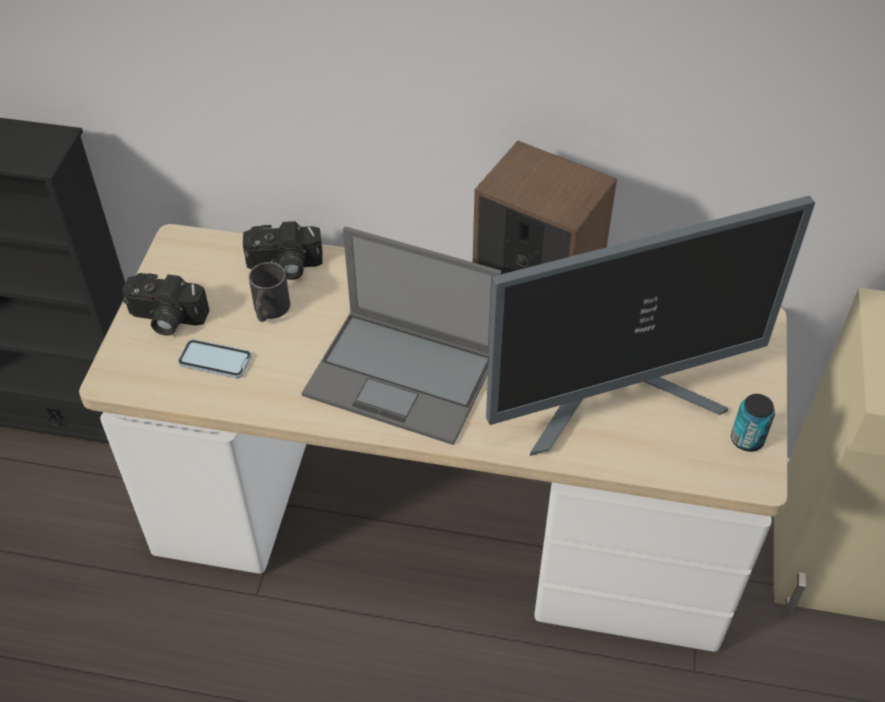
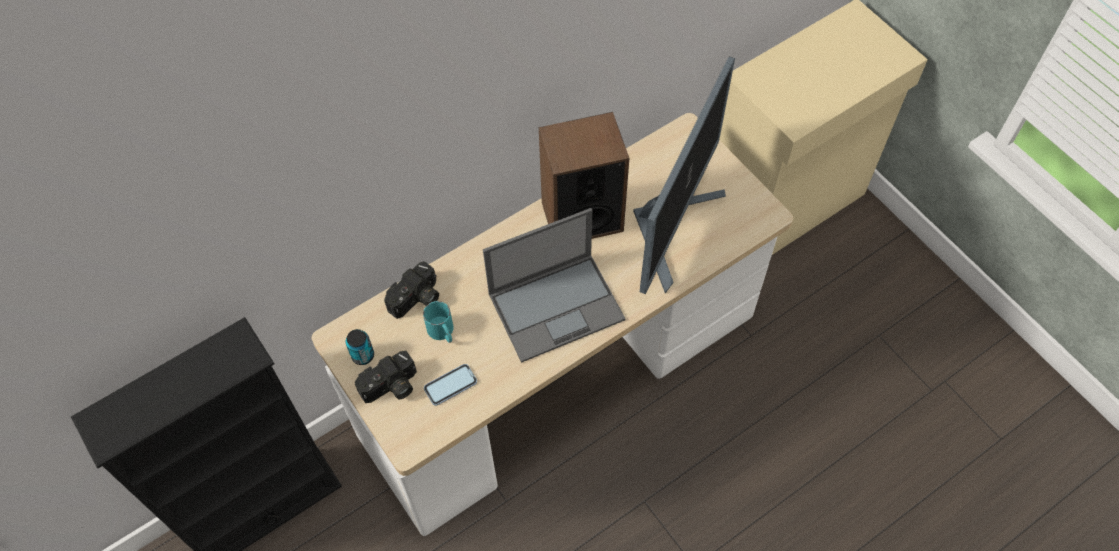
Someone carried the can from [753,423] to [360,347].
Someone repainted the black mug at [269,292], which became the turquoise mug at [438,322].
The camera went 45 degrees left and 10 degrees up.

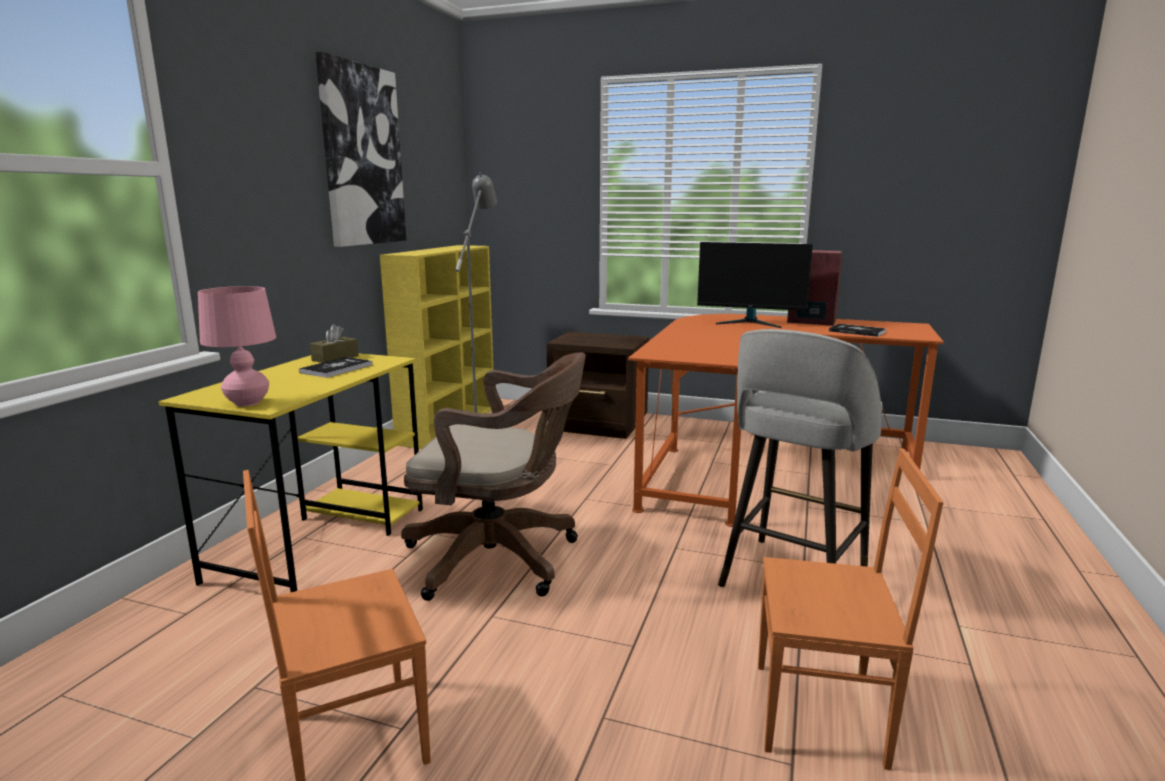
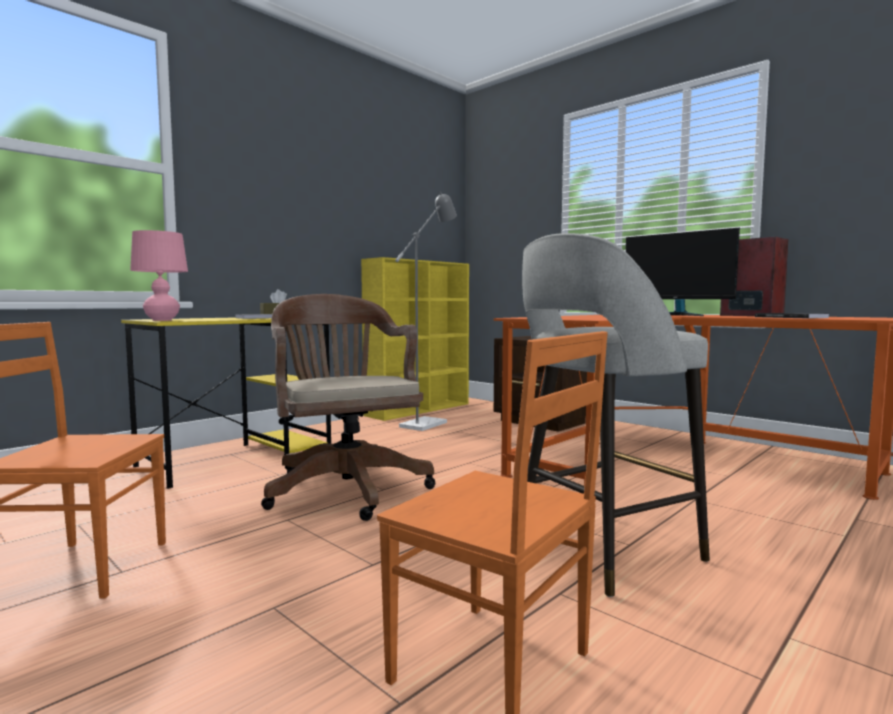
Someone took away the picture at [360,149].
Someone rotated the brown office chair at [493,476] by 150 degrees counterclockwise.
The camera went 25 degrees right and 10 degrees down.

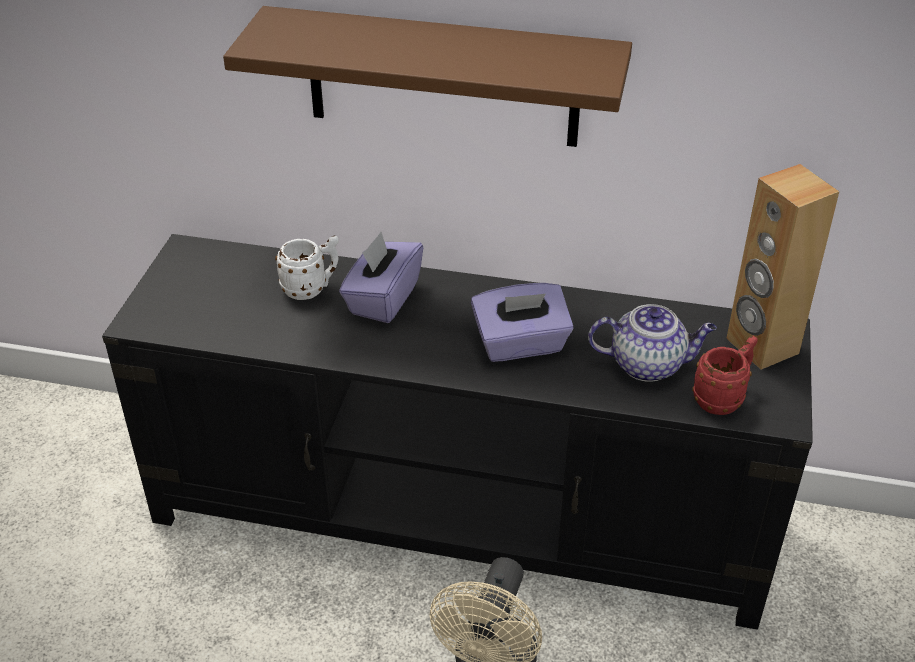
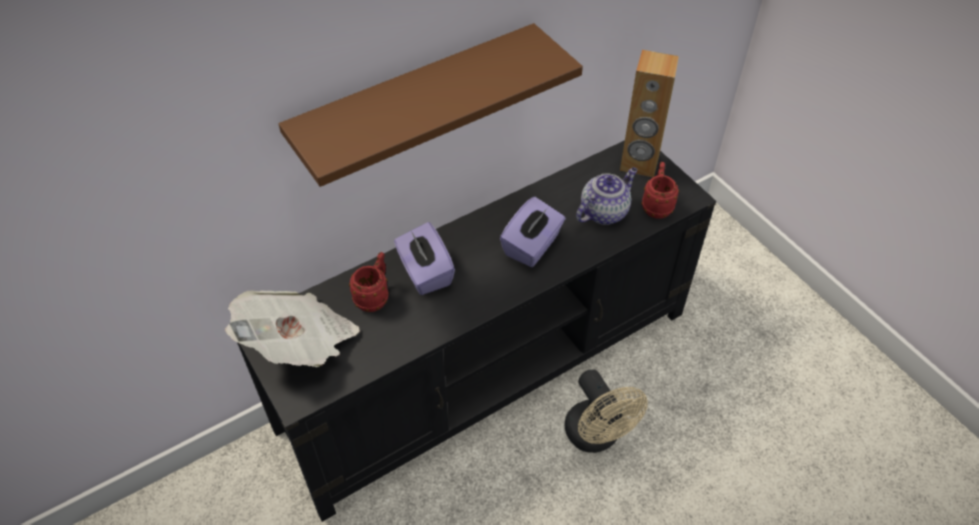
Someone put down the newspaper at [292,329].
Someone repainted the white mug at [307,268], which became the red mug at [369,282].
The camera went 45 degrees left and 10 degrees up.

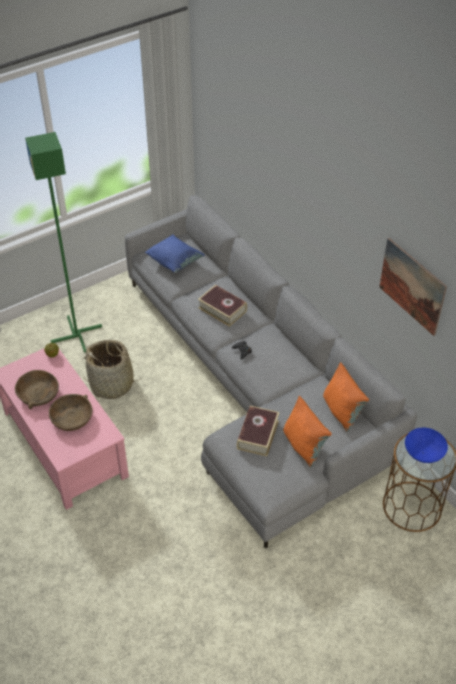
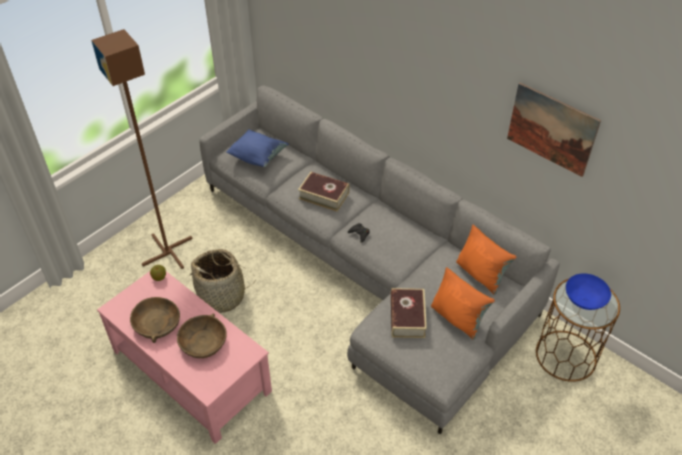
Someone repainted the green floor lamp at [63,242], which became the brown floor lamp at [141,149].
The camera went 15 degrees left and 0 degrees up.

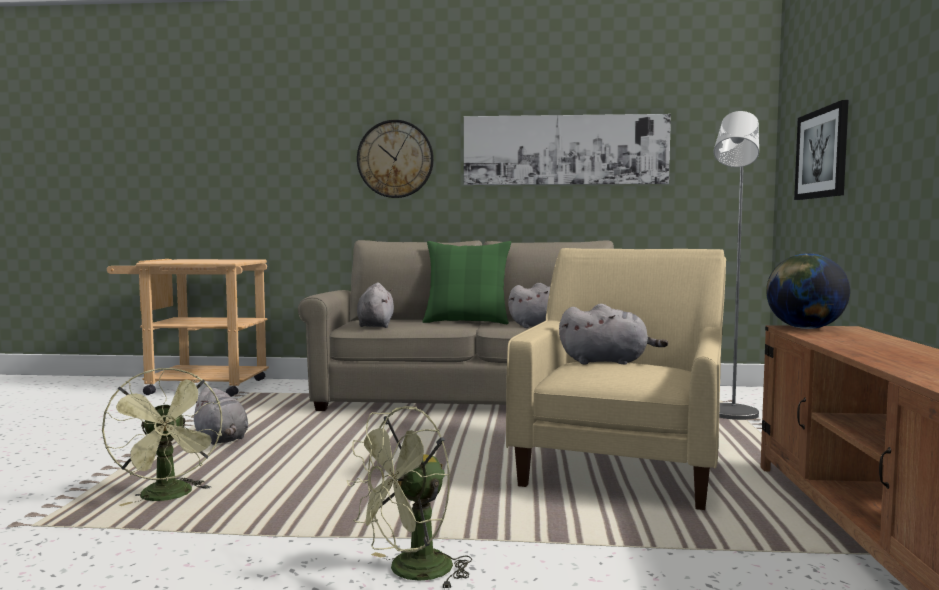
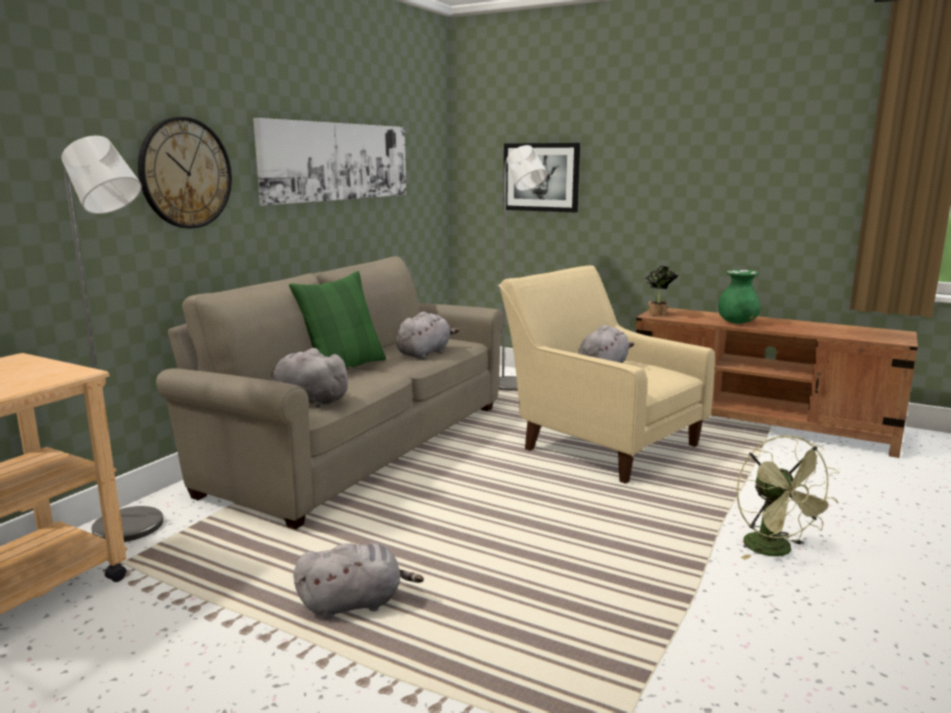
Someone took away the green fan at [162,436].
Someone put down the grey floor lamp at [112,339].
Someone put down the green vase at [739,297].
Someone swapped the globe at [808,291] for the potted plant at [662,291].
The camera went 65 degrees left and 10 degrees up.

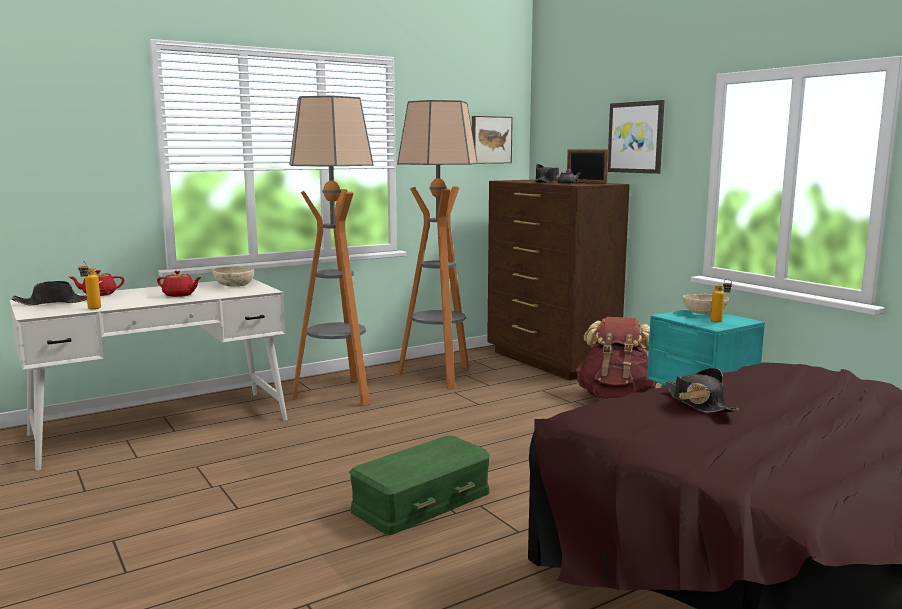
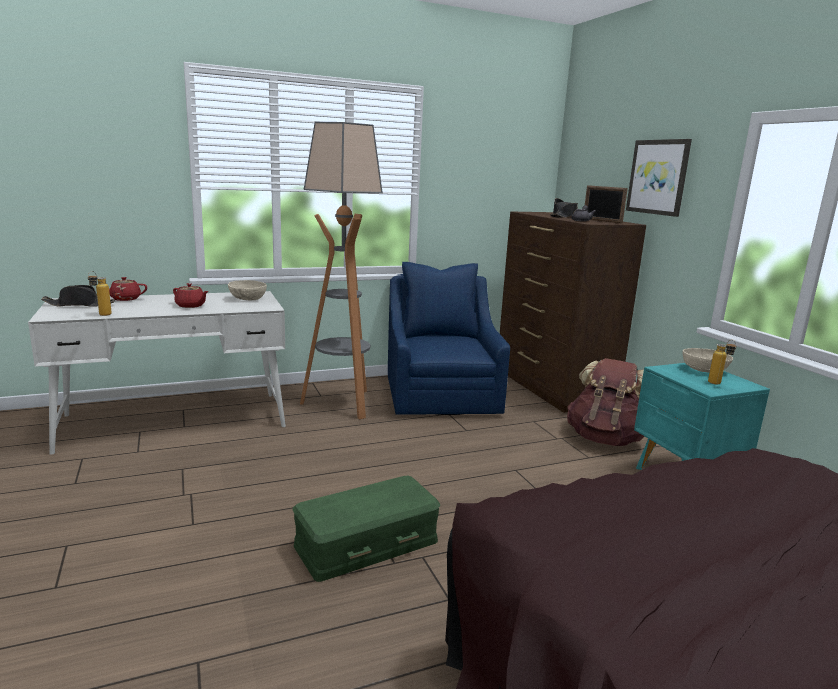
Someone took away the picture at [492,140].
Someone took away the black hat at [702,390].
Someone swapped the floor lamp at [437,244] for the blue armchair at [449,338].
The camera went 10 degrees right and 5 degrees up.

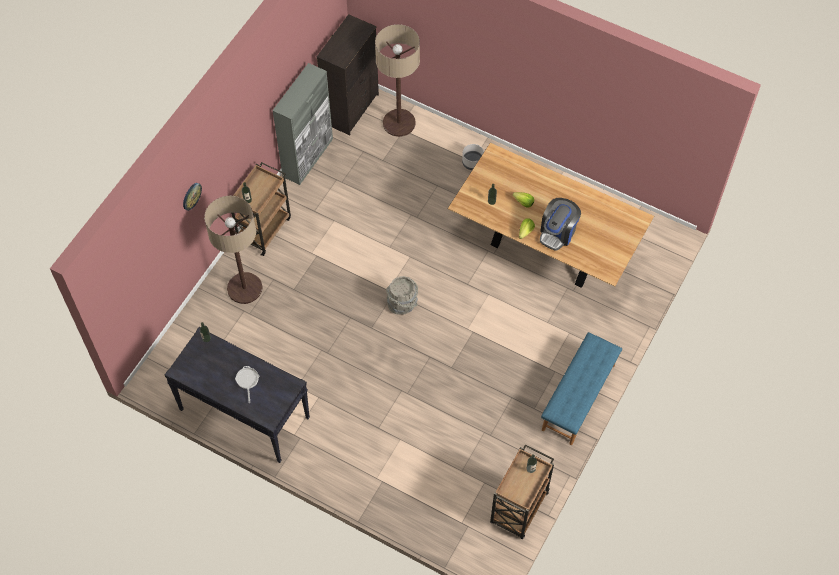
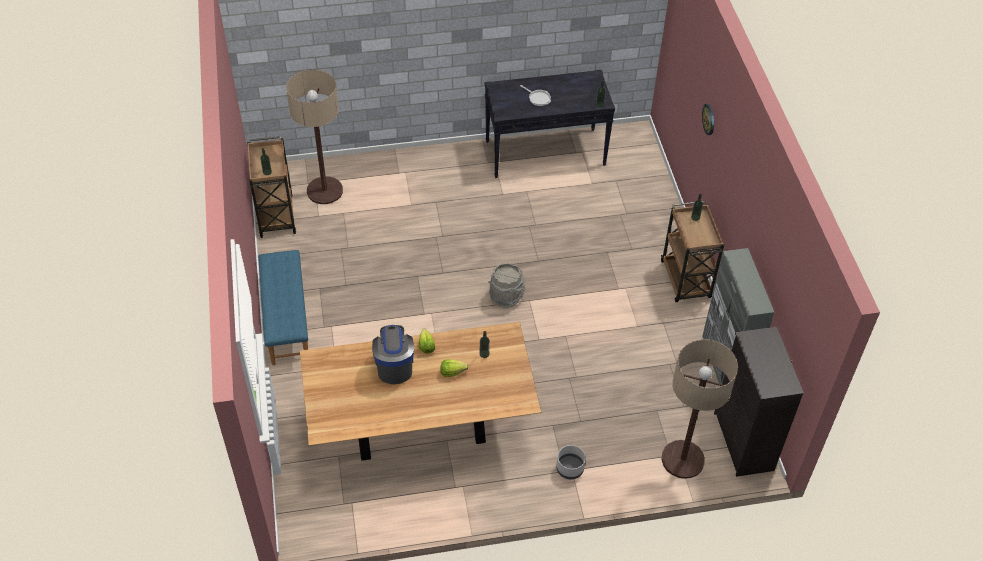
Someone carried the floor lamp from [233,250] to [314,136].
The camera went 140 degrees right and 10 degrees down.

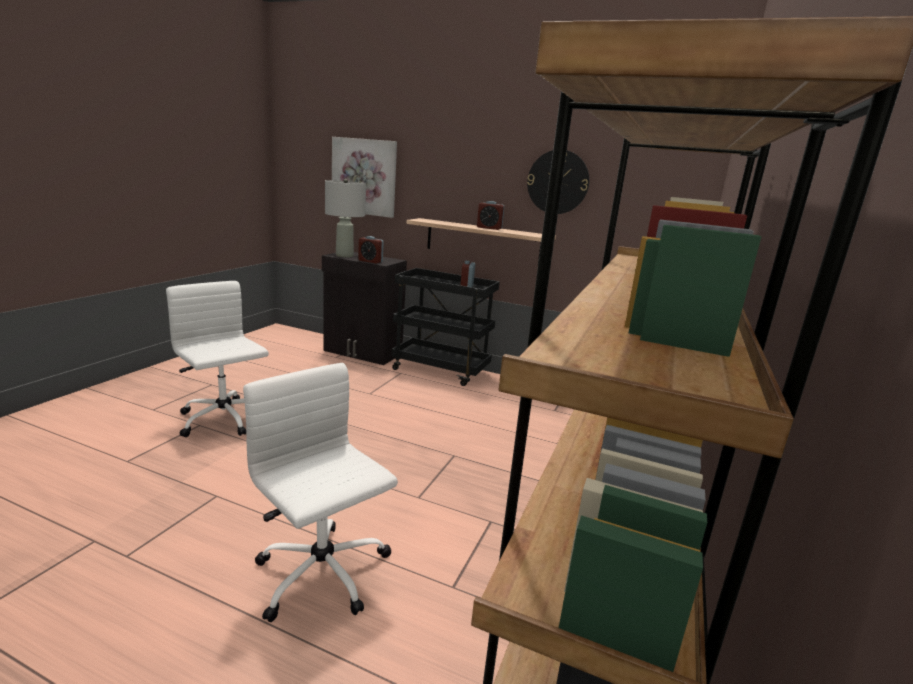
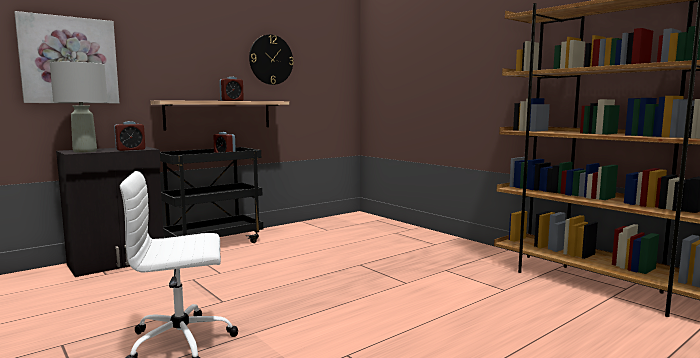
Someone took away the white office chair at [320,492].
The camera went 60 degrees left and 10 degrees down.

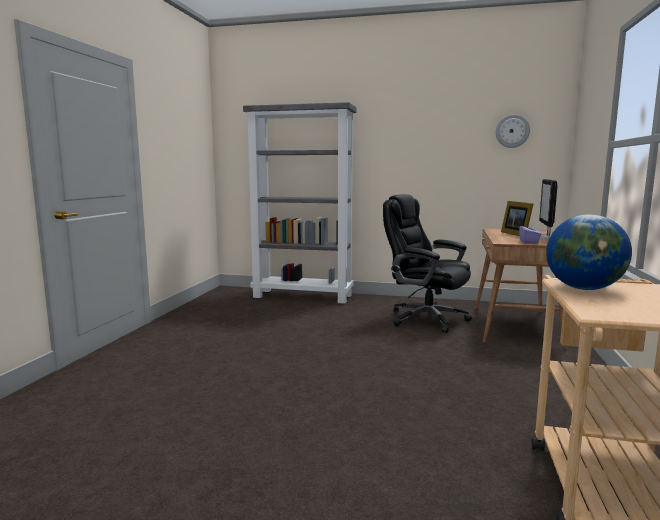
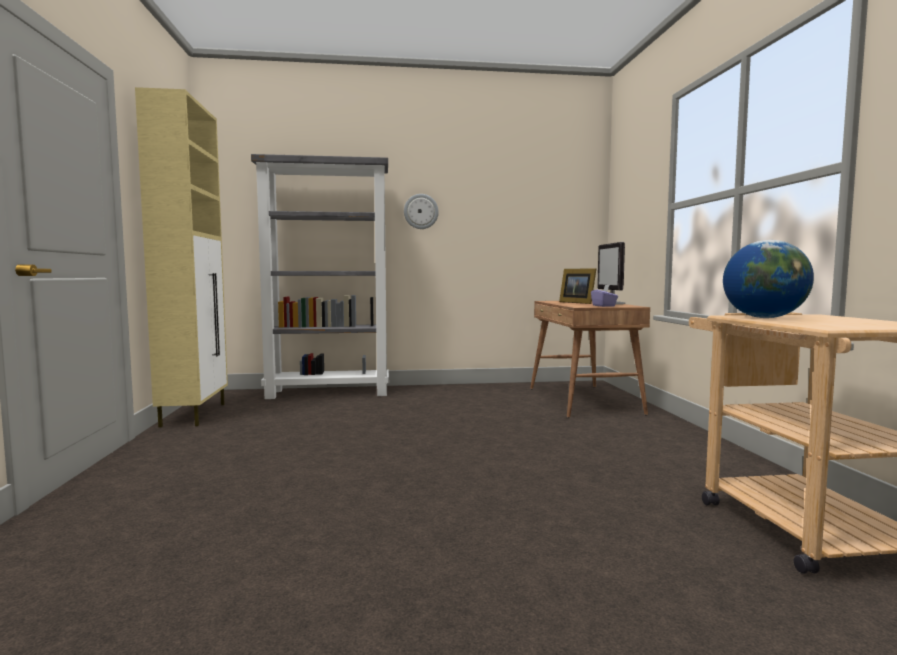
Someone took away the black office chair at [427,263].
Someone put down the beige cabinet at [181,257].
Someone carried the wall clock from [513,131] to [421,211].
The camera went 20 degrees left and 5 degrees down.

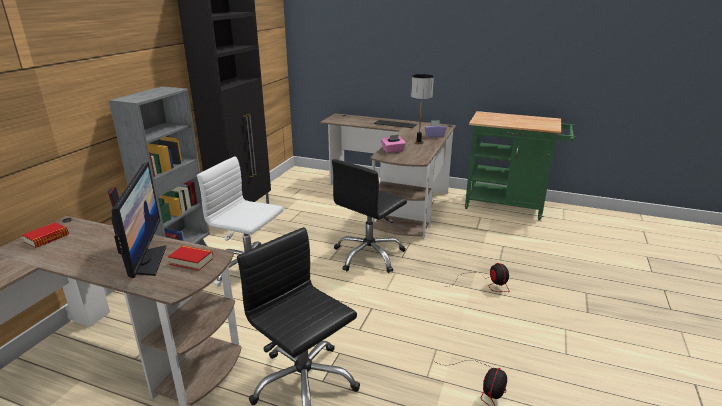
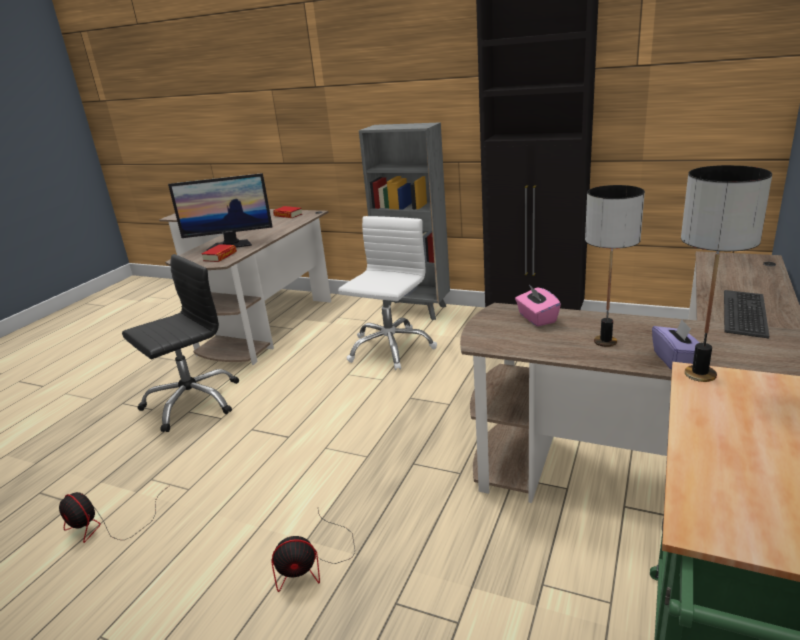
Someone took away the black office chair at [369,216].
Someone put down the table lamp at [726,273].
The camera went 95 degrees right and 0 degrees up.

